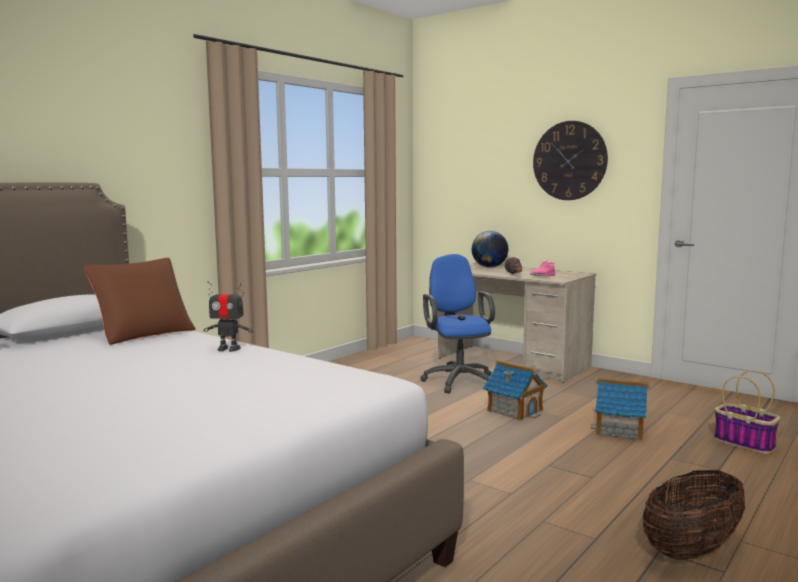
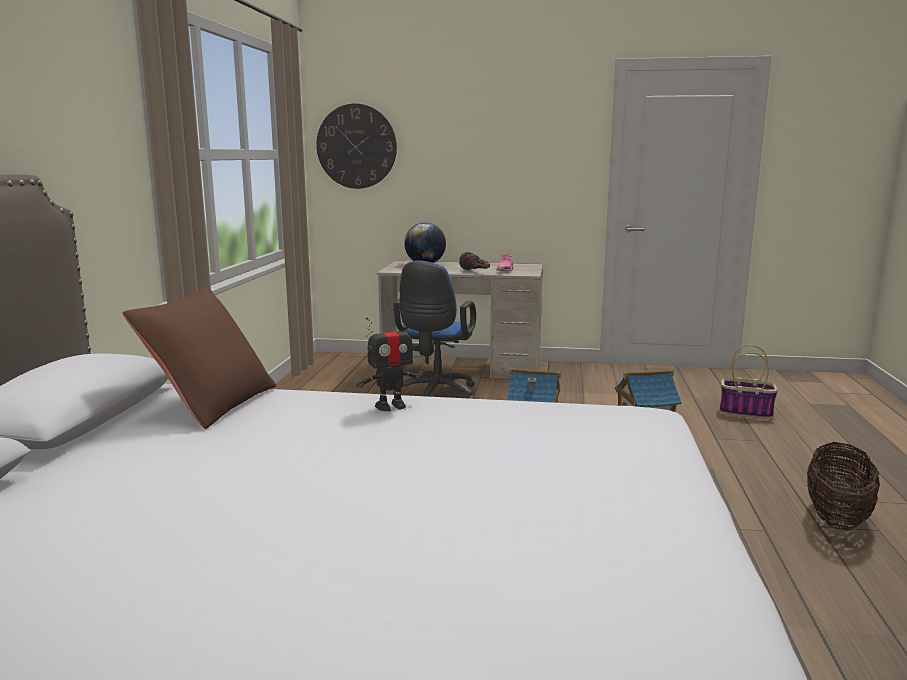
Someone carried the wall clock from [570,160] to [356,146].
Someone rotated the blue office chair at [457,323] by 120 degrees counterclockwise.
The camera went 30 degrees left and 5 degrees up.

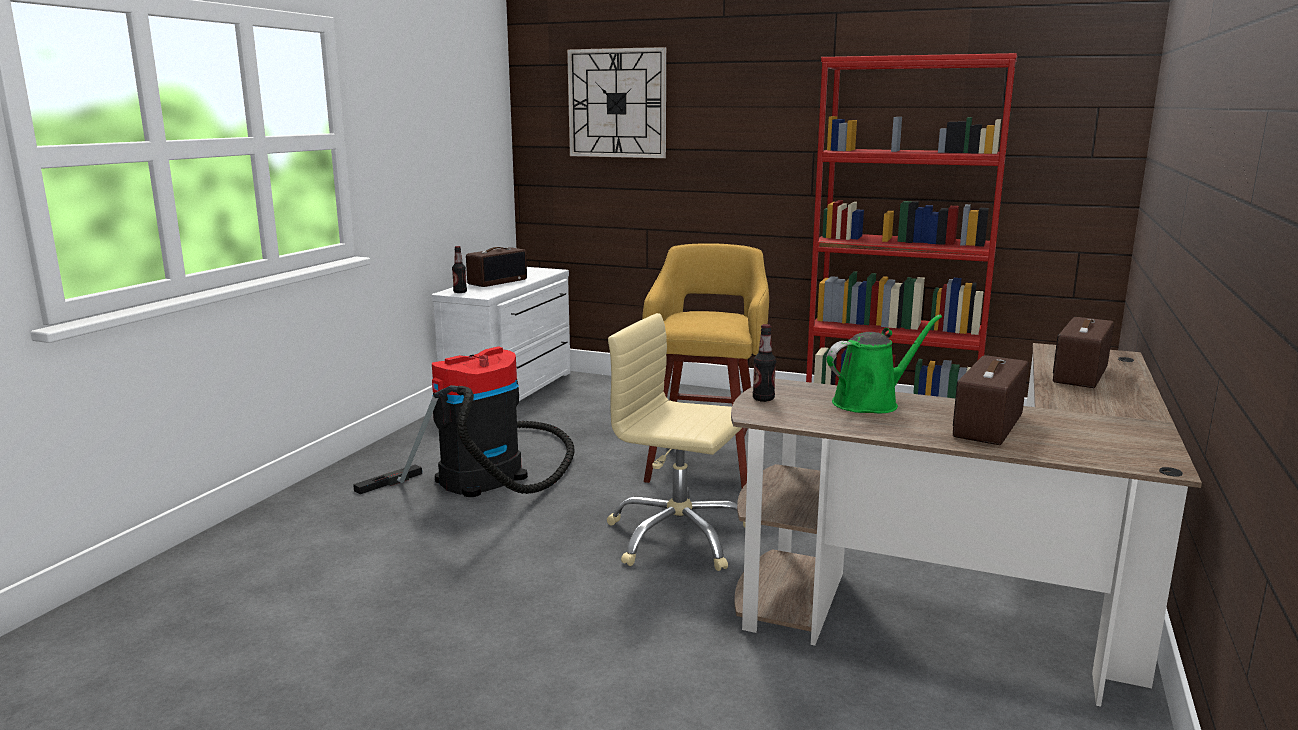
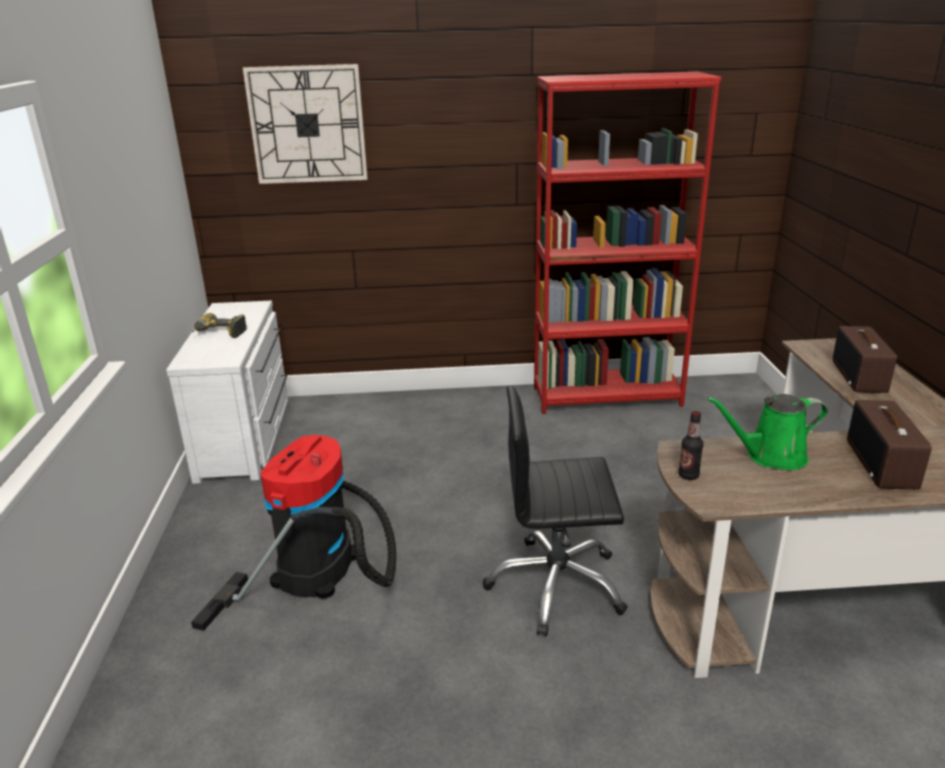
Someone took away the bottle at [459,269].
Someone took away the yellow stool at [705,365].
Someone swapped the radio at [496,267] for the power drill at [219,325].
Someone repainted the beige office chair at [676,442], which became the black office chair at [555,511].
Someone rotated the green watering can at [884,364] by 135 degrees counterclockwise.
The camera went 25 degrees left and 10 degrees up.

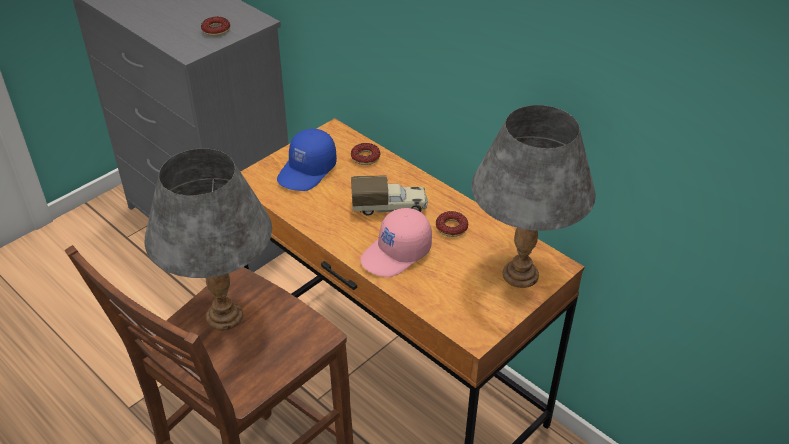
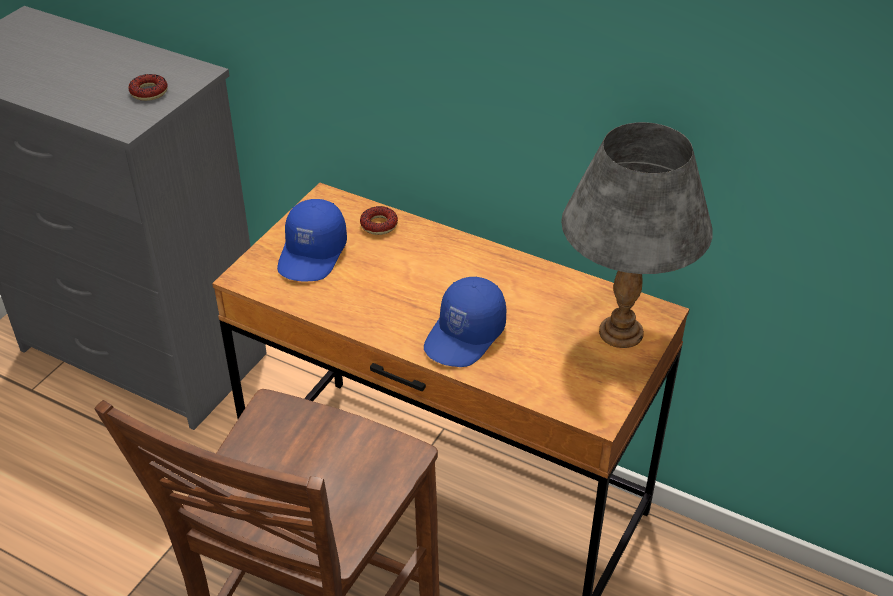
Someone took away the grey table lamp at [208,239].
Someone took away the toy truck at [389,196].
Someone took away the donut at [452,224].
Someone repainted the pink cap at [396,242], which became the blue cap at [465,321].
The camera went 15 degrees left and 0 degrees up.

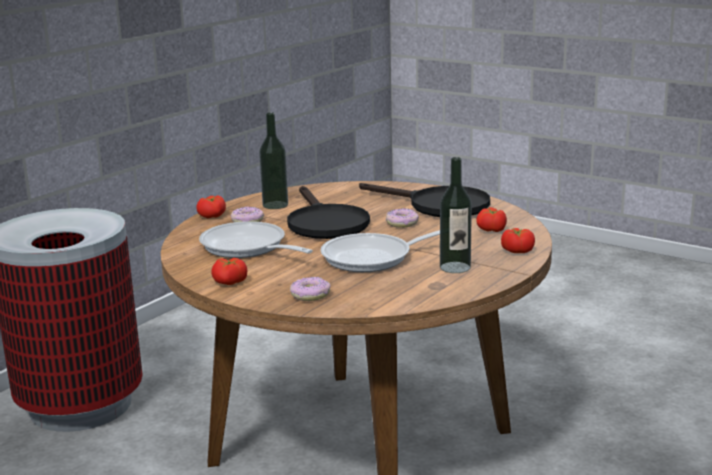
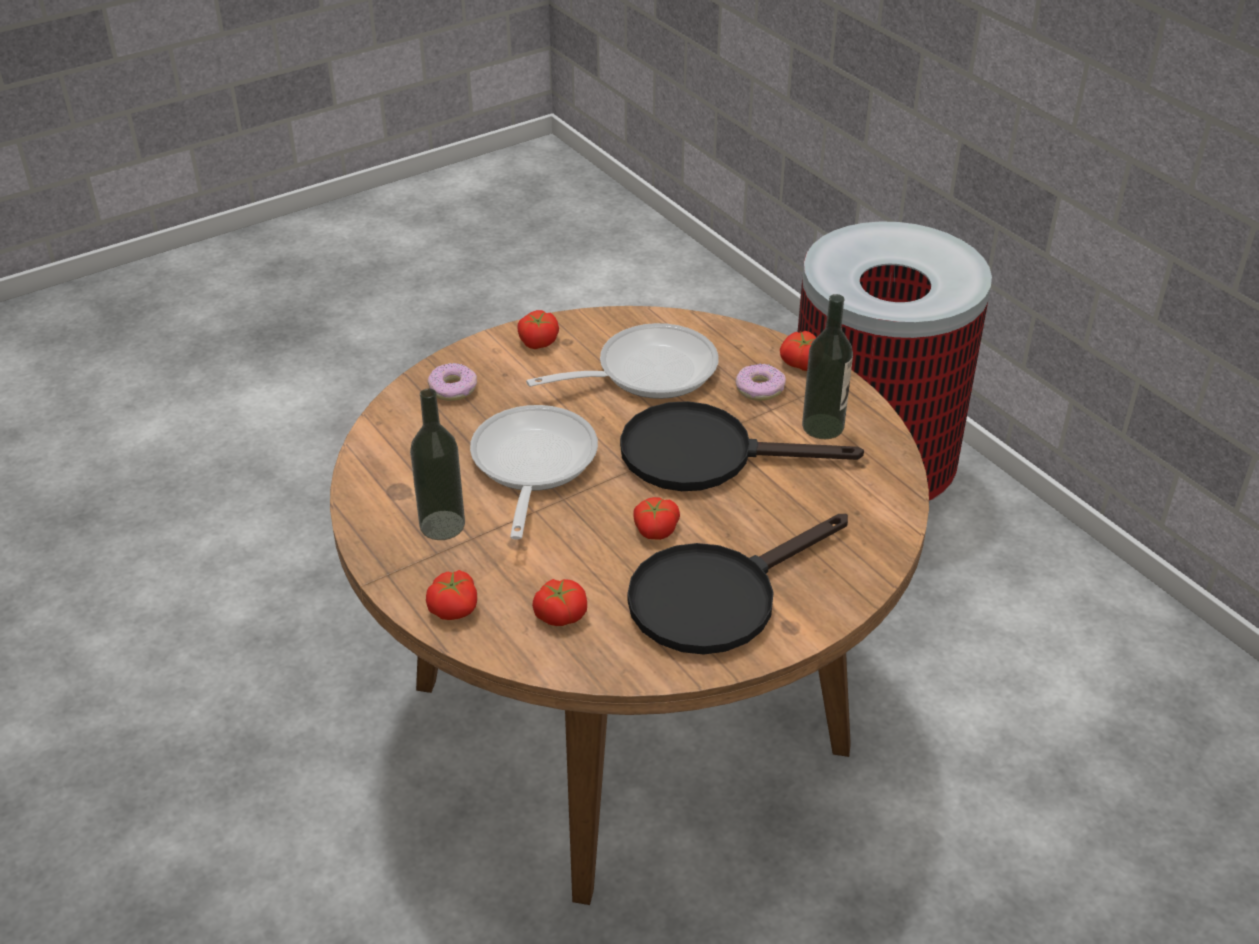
Someone swapped the donut at [402,218] for the tomato at [656,518].
The camera went 110 degrees right and 20 degrees up.

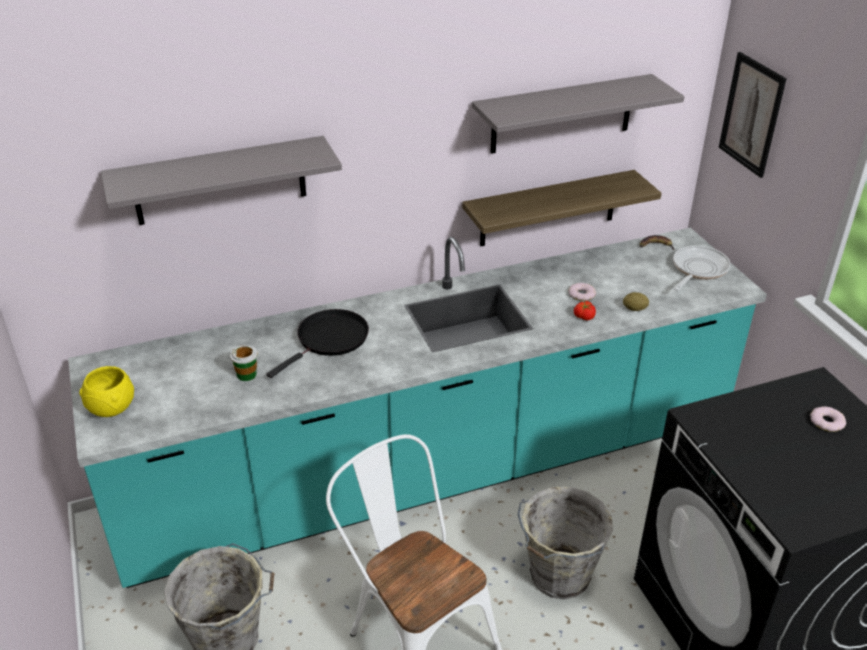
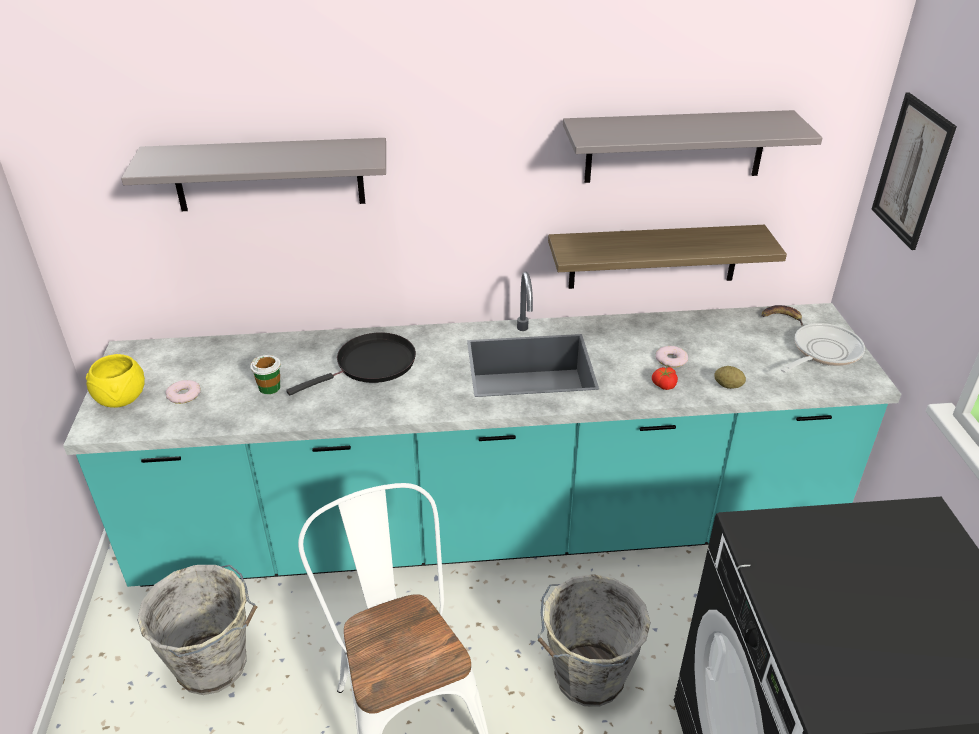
Someone carried the donut from [828,419] to [183,392].
The camera went 15 degrees right and 0 degrees up.

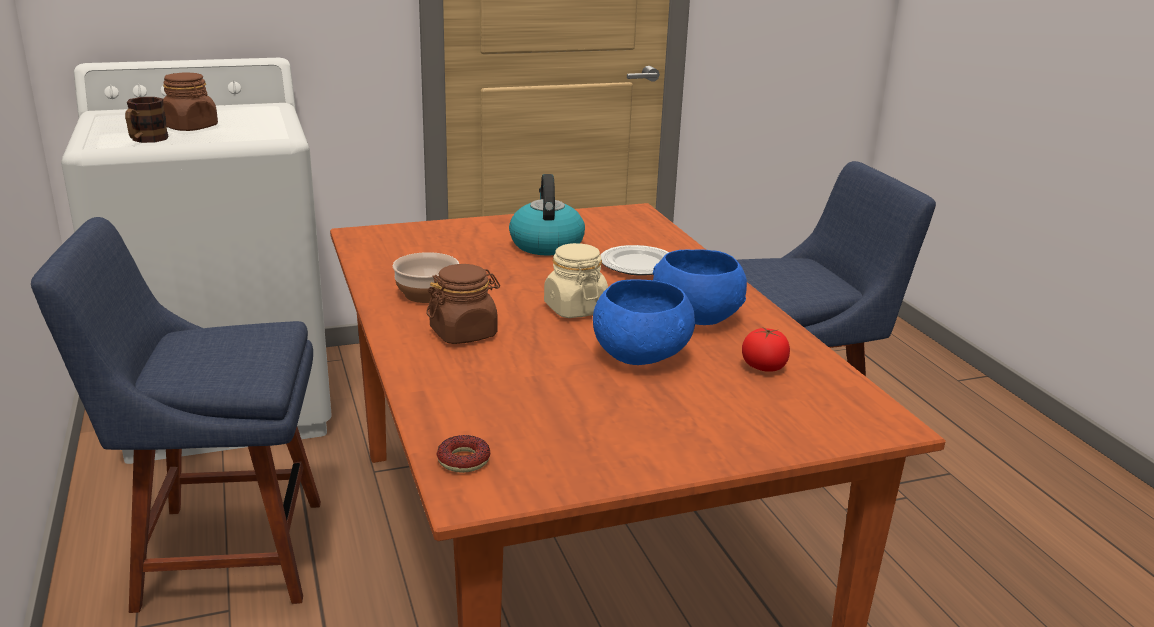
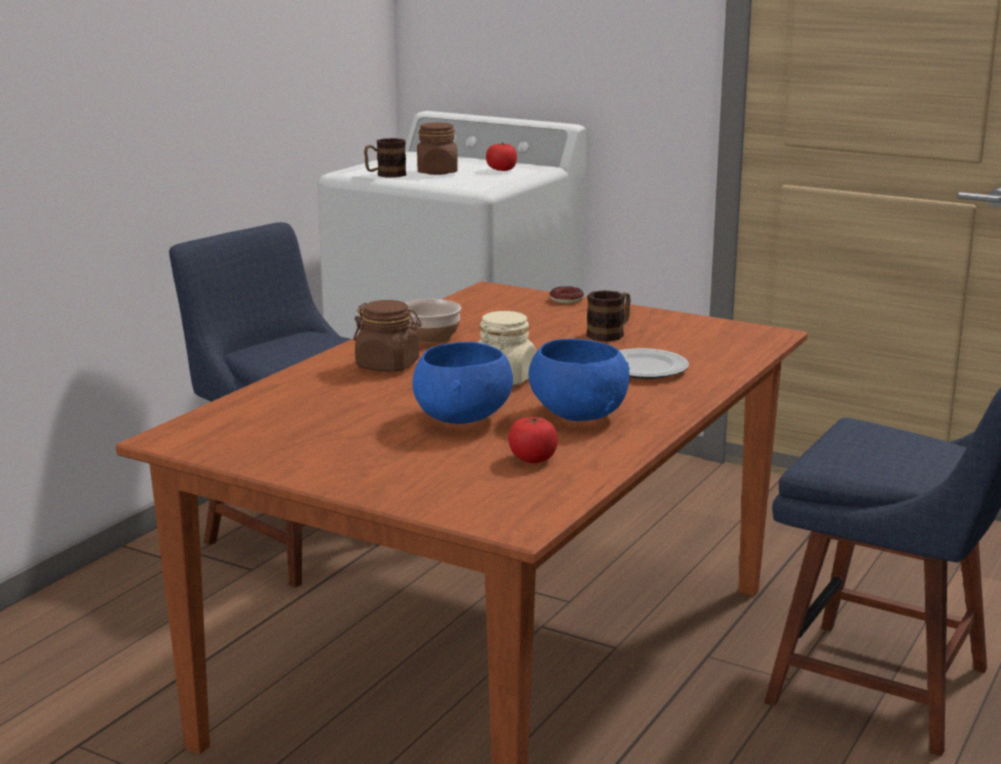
Someone put down the tomato at [501,157].
Someone carried the donut from [463,454] to [567,295].
Someone swapped the kettle at [547,215] for the mug at [608,315].
The camera went 50 degrees right and 5 degrees down.

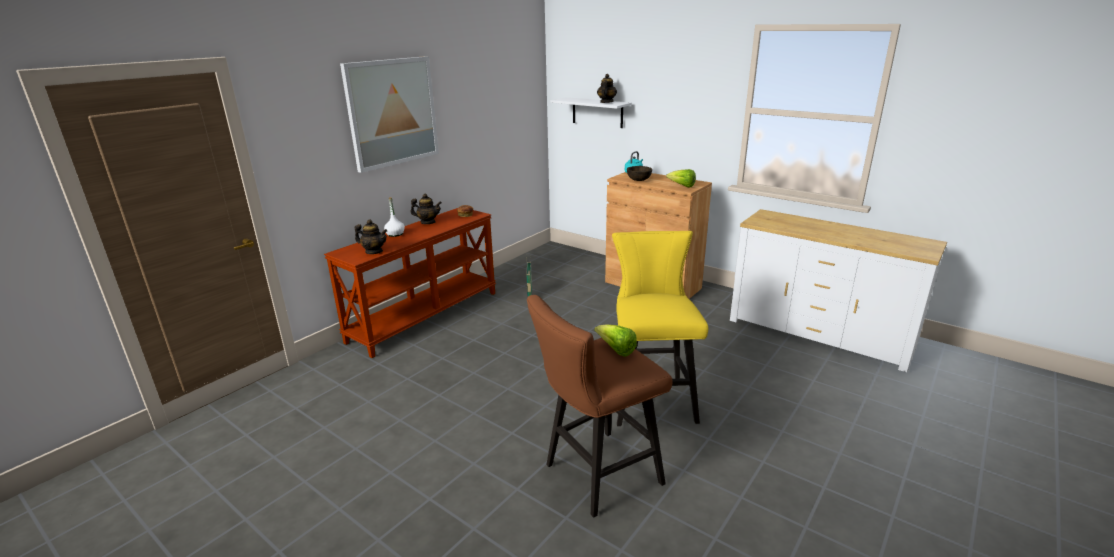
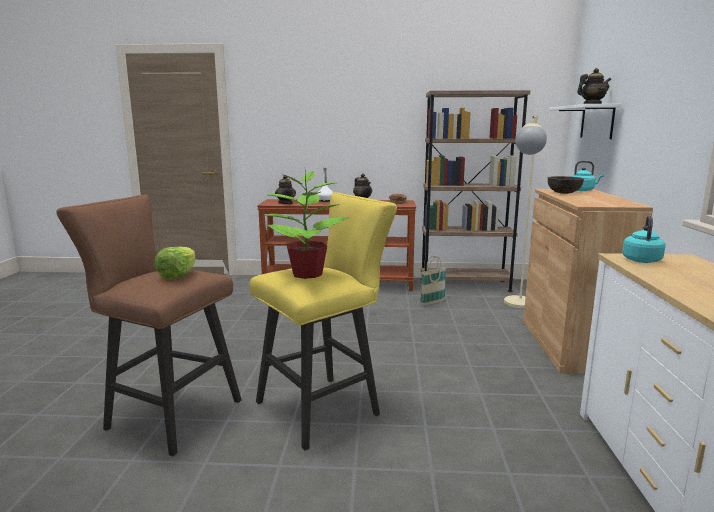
Someone took away the picture at [389,114].
Someone took away the lettuce at [681,178].
Someone put down the potted plant at [307,224].
Someone put down the brown bookcase at [475,191].
Someone put down the beige floor lamp at [525,211].
Someone put down the turquoise kettle at [643,239].
The camera went 55 degrees right and 10 degrees down.

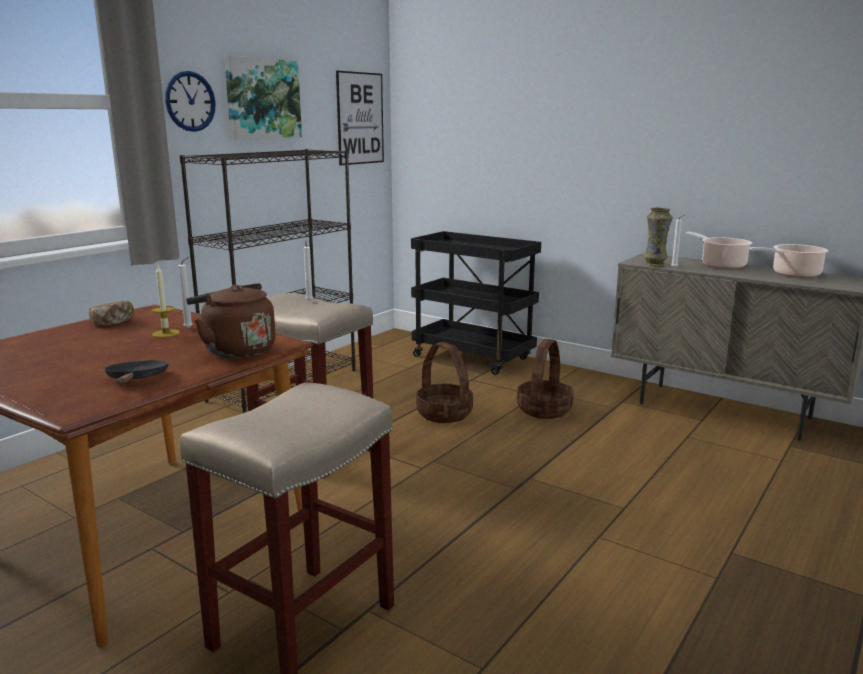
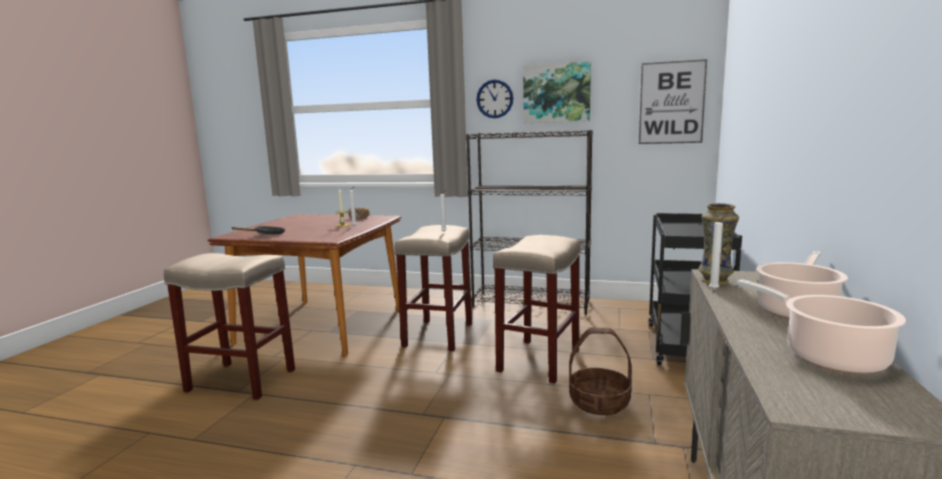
Someone took away the brown kettle at [230,320].
Someone swapped the basket at [444,382] for the beige stool at [537,309].
The camera went 70 degrees right and 5 degrees down.

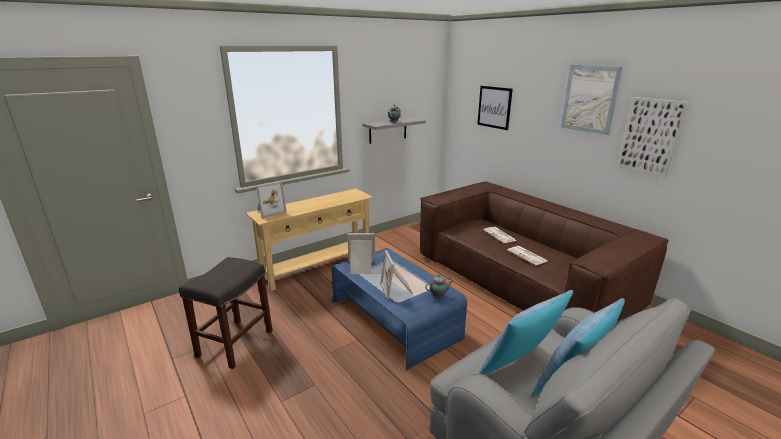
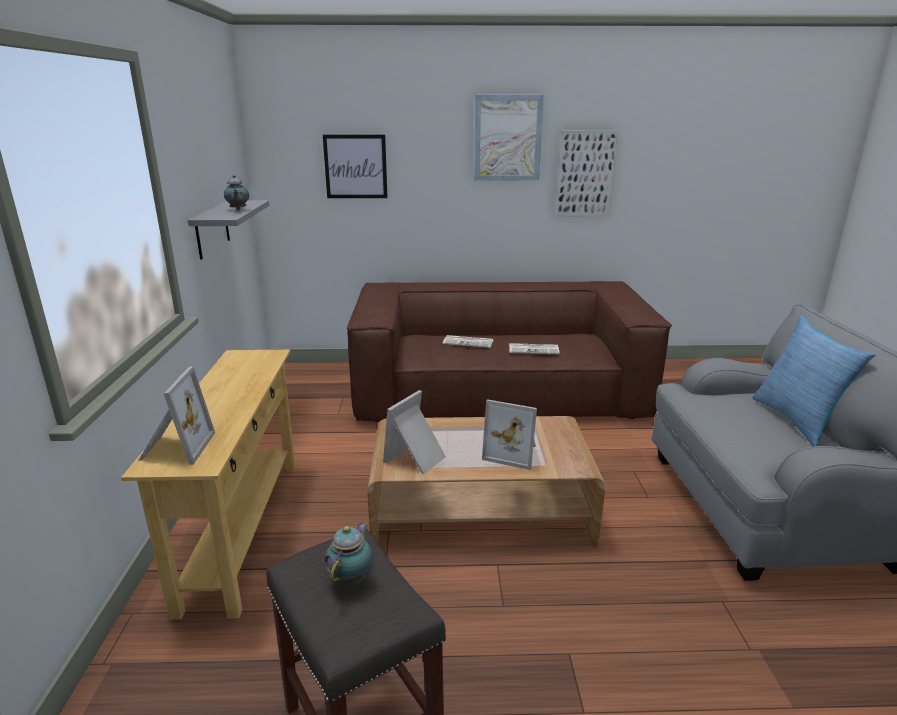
Someone took away the pillow at [525,332].
Someone carried the teapot from [439,286] to [349,554].
Someone repainted the blue coffee table at [399,309], which became the brown coffee table at [486,481].
The camera went 55 degrees left and 0 degrees up.

